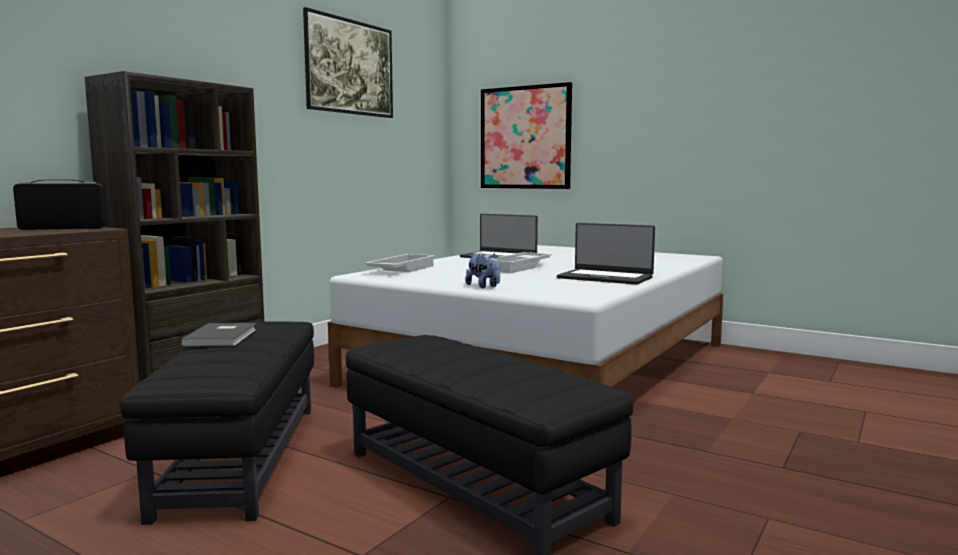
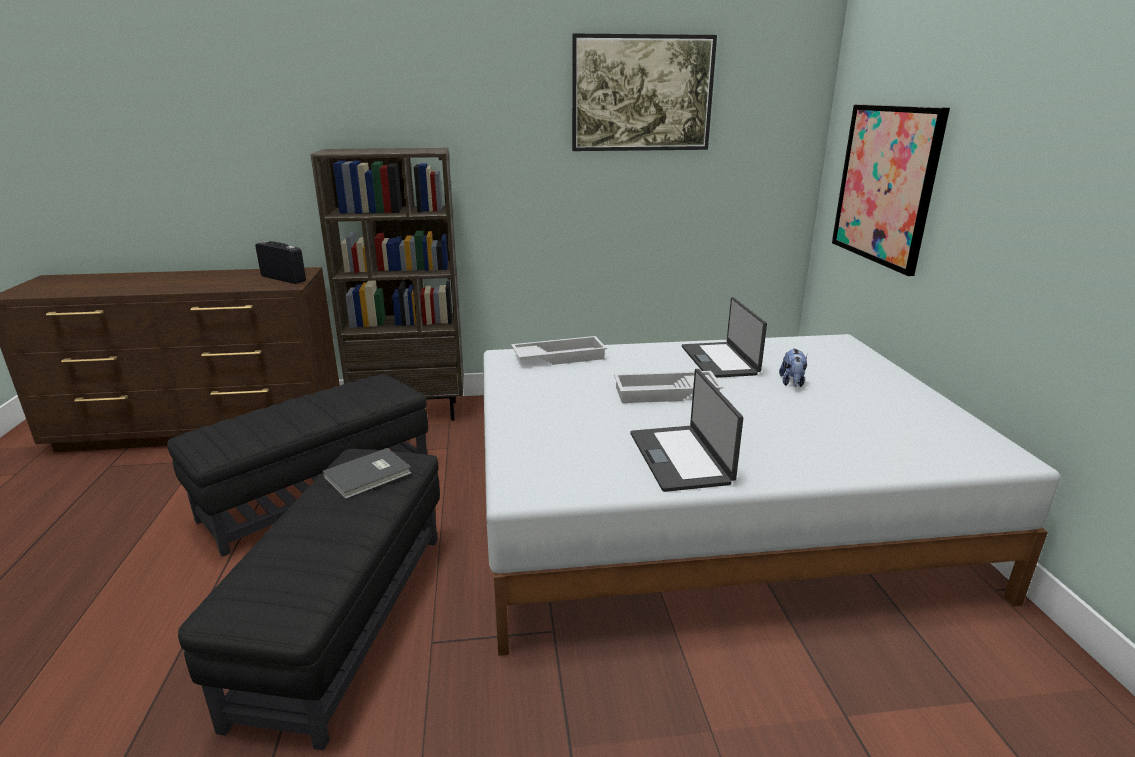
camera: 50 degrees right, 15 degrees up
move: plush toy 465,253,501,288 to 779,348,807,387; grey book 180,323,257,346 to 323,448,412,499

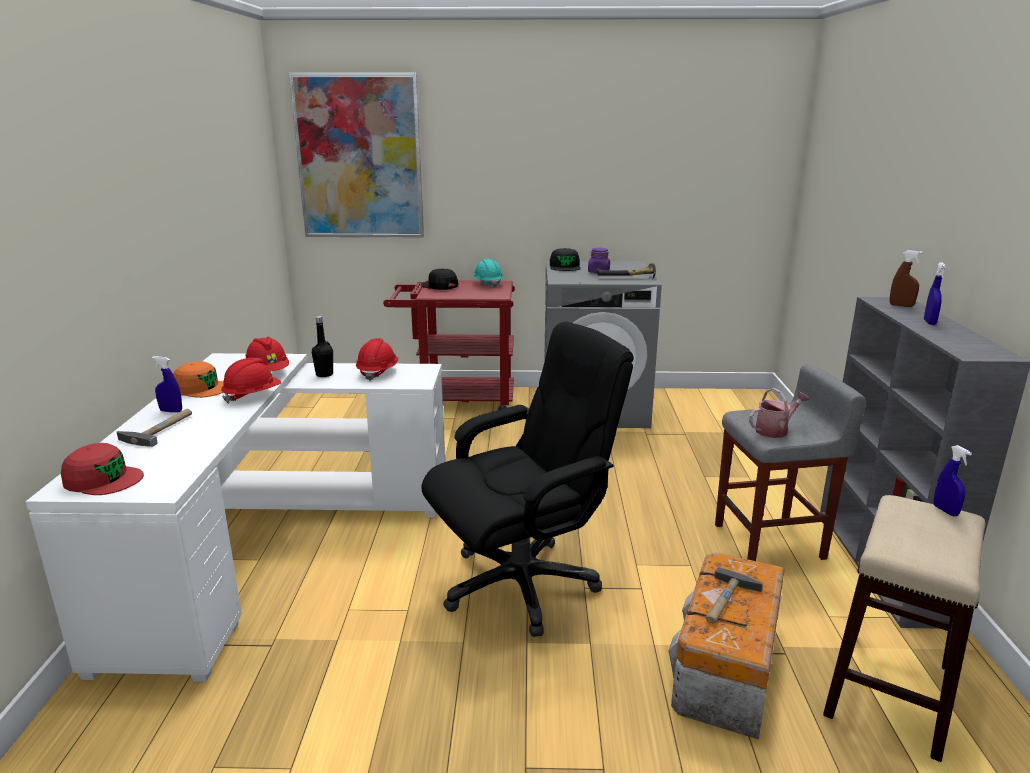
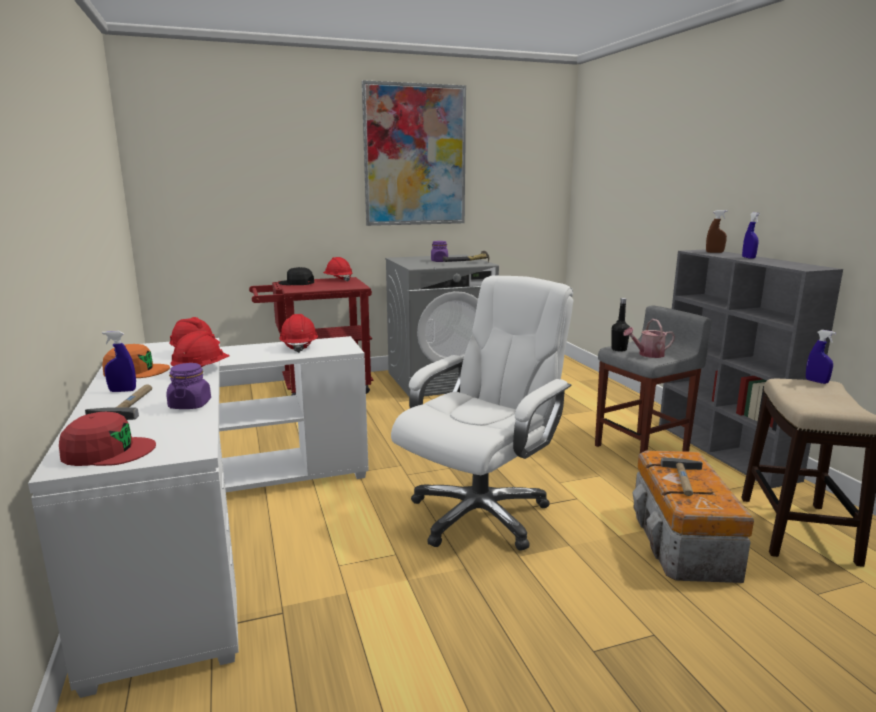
camera: 20 degrees left, 5 degrees down
delete: black cap 550,248,581,271
insert: purple jar 166,363,211,409
move: picture 289,72,424,237 to 362,80,466,226; black bottle 312,316,333,377 to 611,298,630,352
recolor: turquoise hard hat 473,258,503,288 to red hard hat 323,257,352,282; black office chair 422,321,634,637 to white office chair 391,276,573,550
rotate: watering can 749,388,809,438 = 623,319,675,358 150 degrees counterclockwise

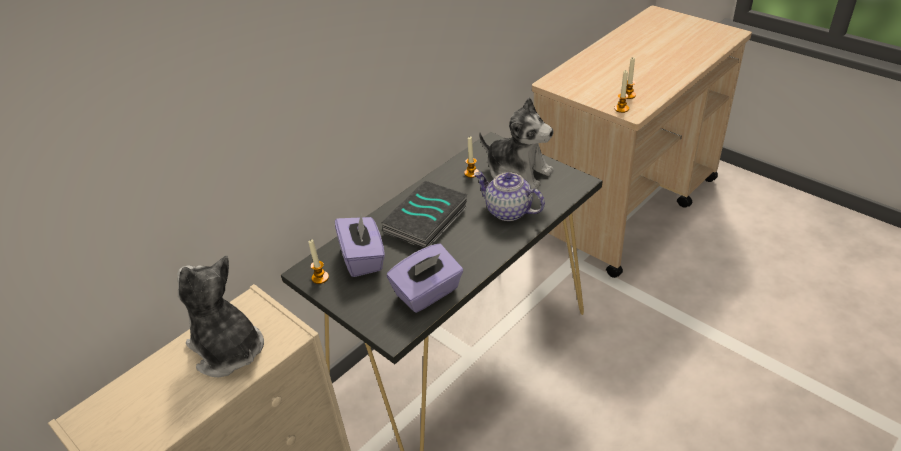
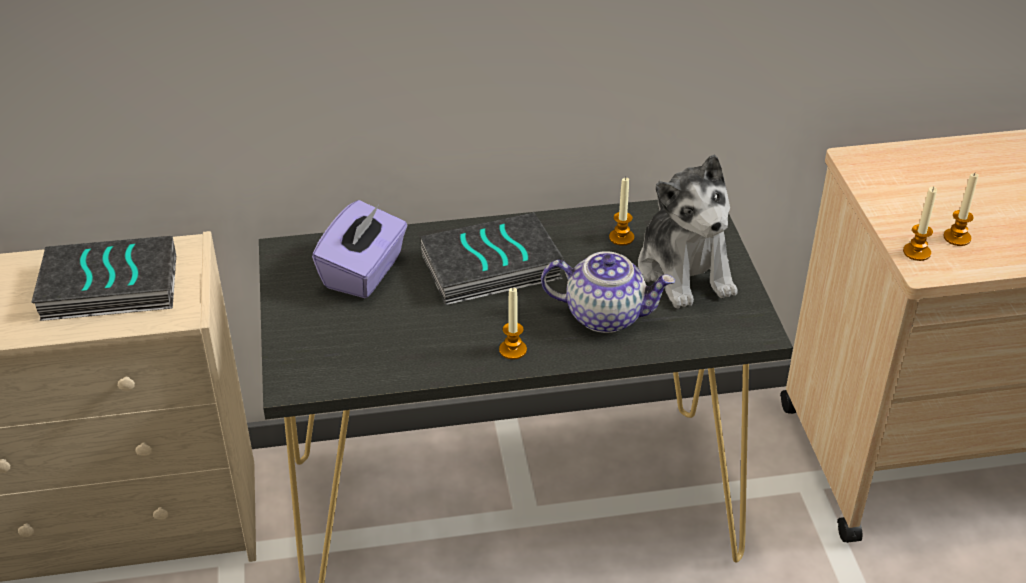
camera: 35 degrees right, 0 degrees up
delete: purple tissue box 387,244,463,313
move: candle 309,240,329,284 to 499,288,527,359
replace: plush toy 177,256,264,378 to book 31,236,176,321
rotate: teapot 474,172,545,221 = 541,251,675,333 120 degrees clockwise

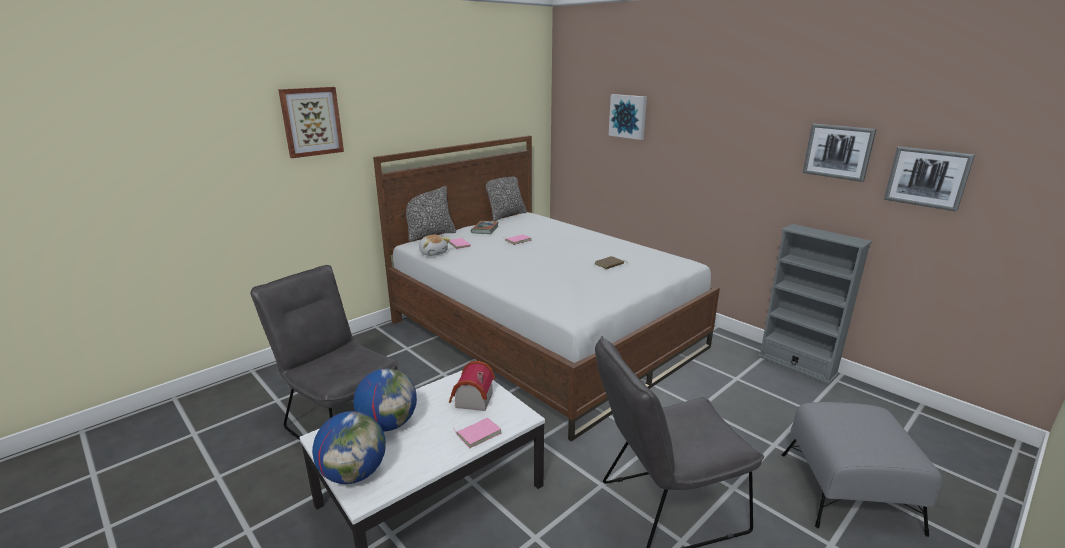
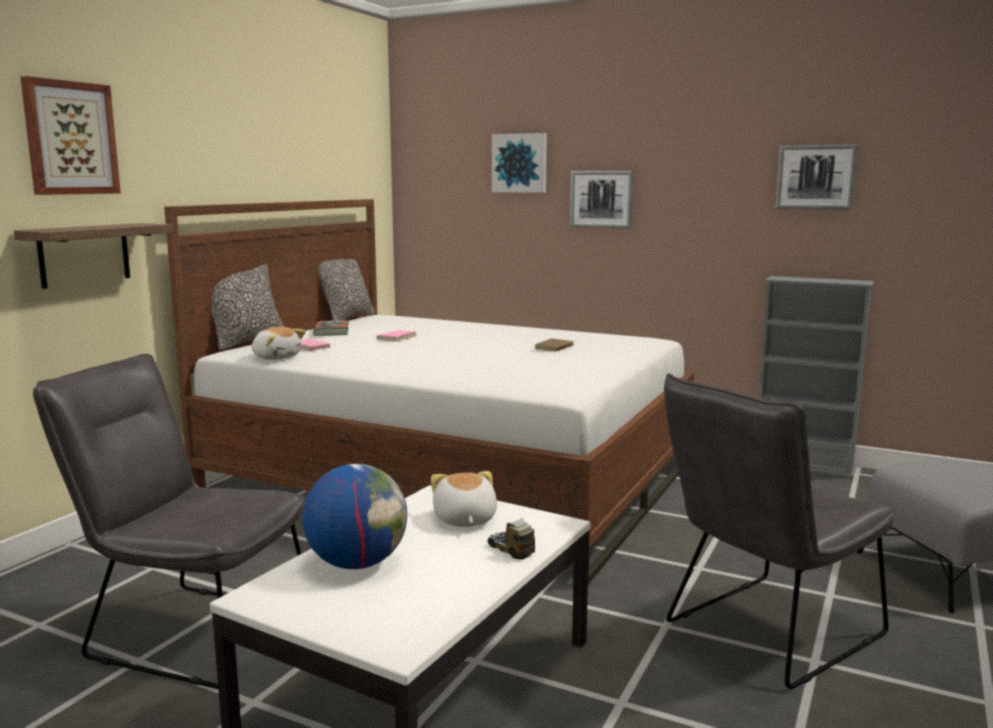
camera: 20 degrees left, 10 degrees down
delete: globe 312,411,386,484
insert: shelf 14,223,173,289
move: picture 884,146,975,212 to 570,171,634,229
replace: toy house 449,361,495,411 to plush toy 431,471,497,527; pink book 454,417,501,448 to toy truck 487,518,535,559

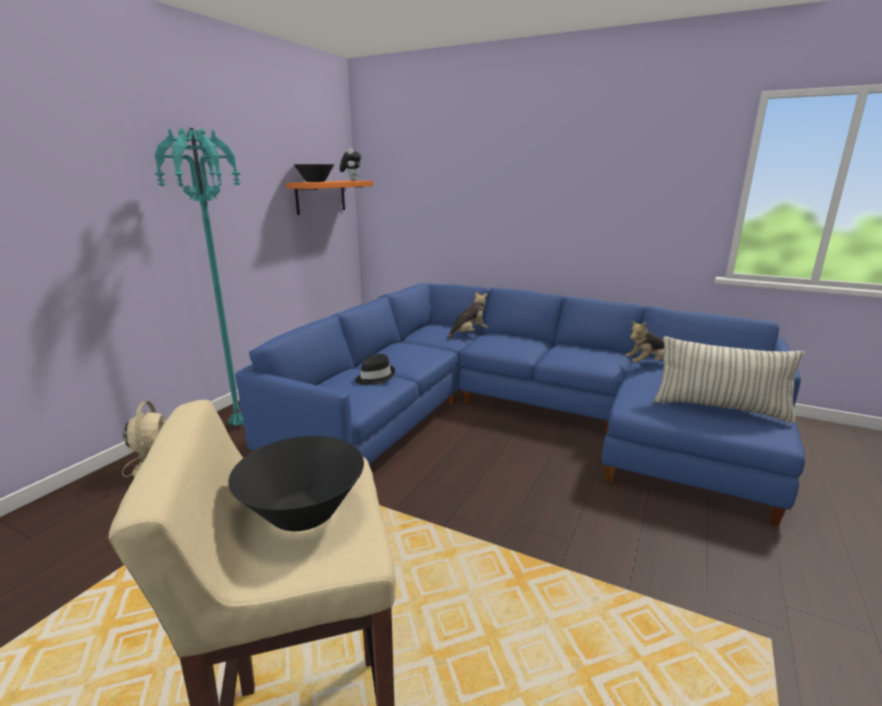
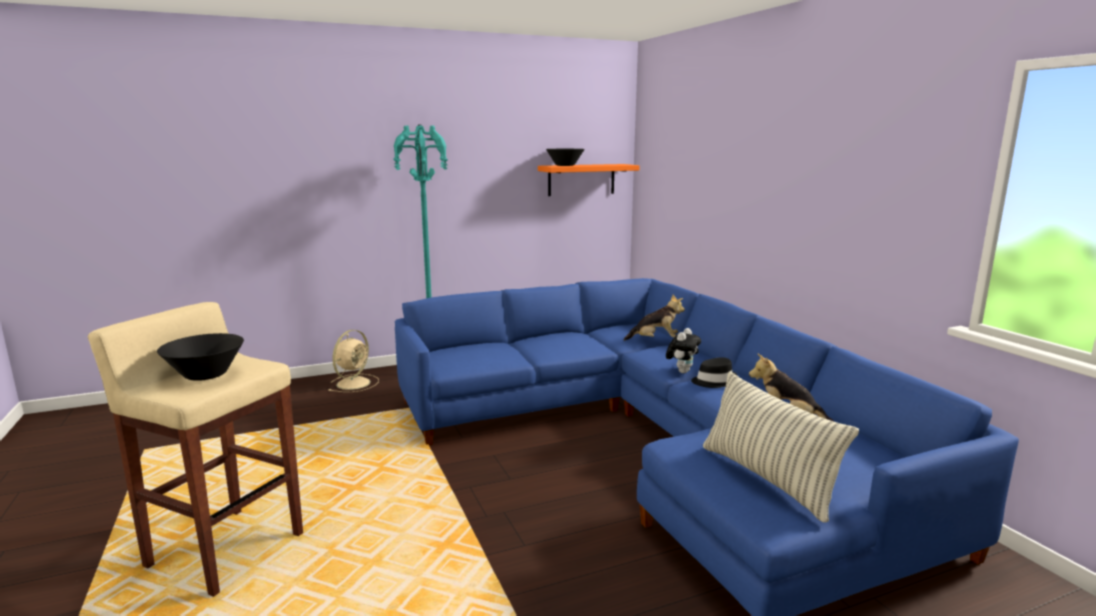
camera: 40 degrees right, 5 degrees down
move: plush toy 340,148,361,181 to 666,328,701,373; black hat 355,354,395,385 to 691,357,737,388

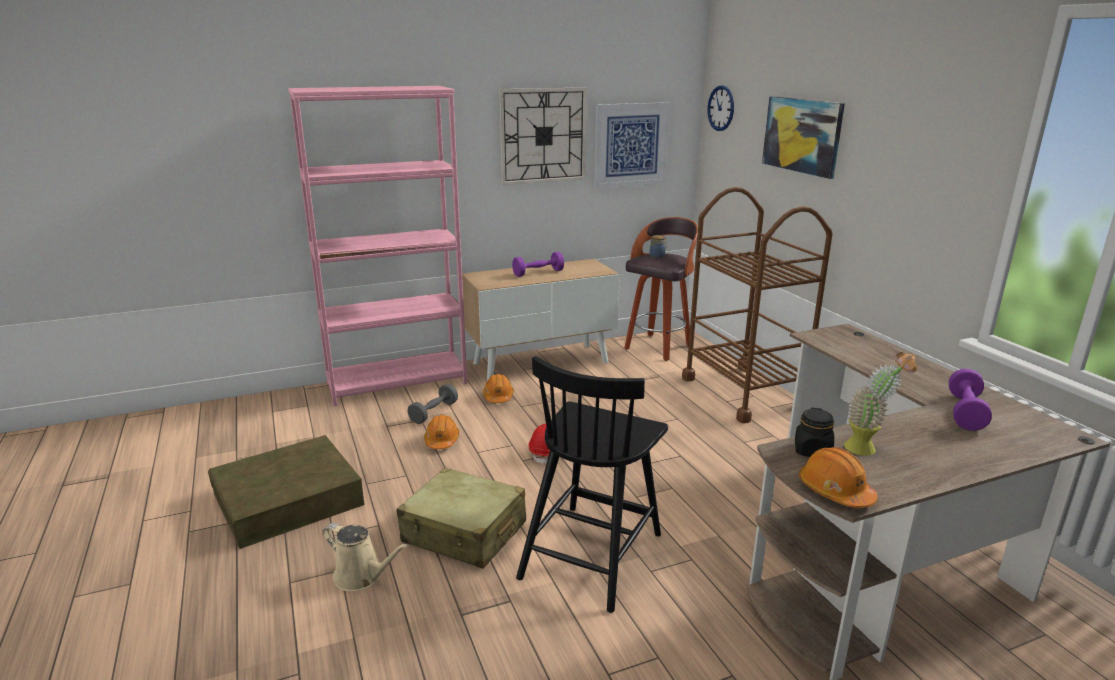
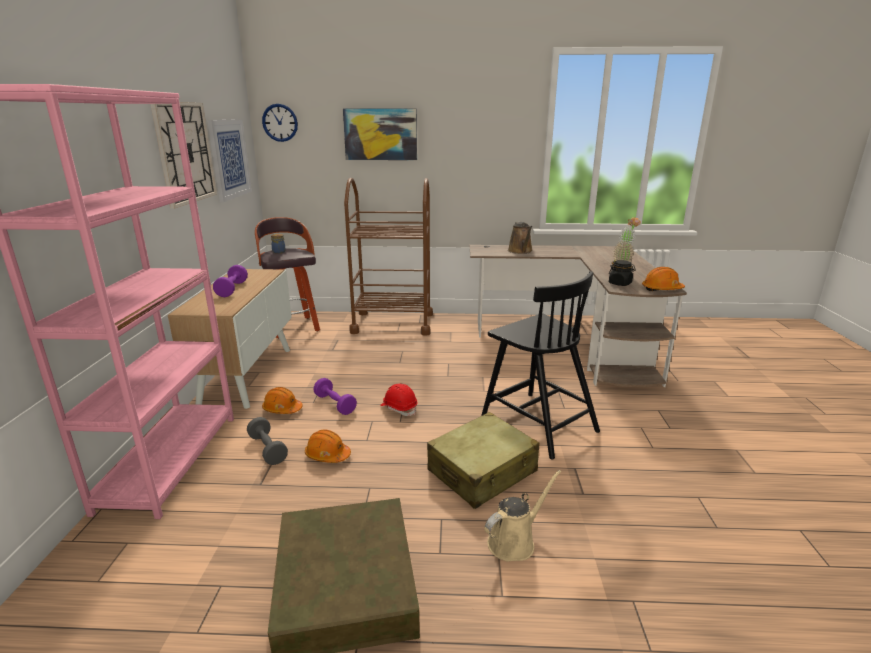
camera: 65 degrees left, 0 degrees up
insert: brown watering can 508,222,533,254
move: purple dumbbell 949,369,992,431 to 313,378,357,415

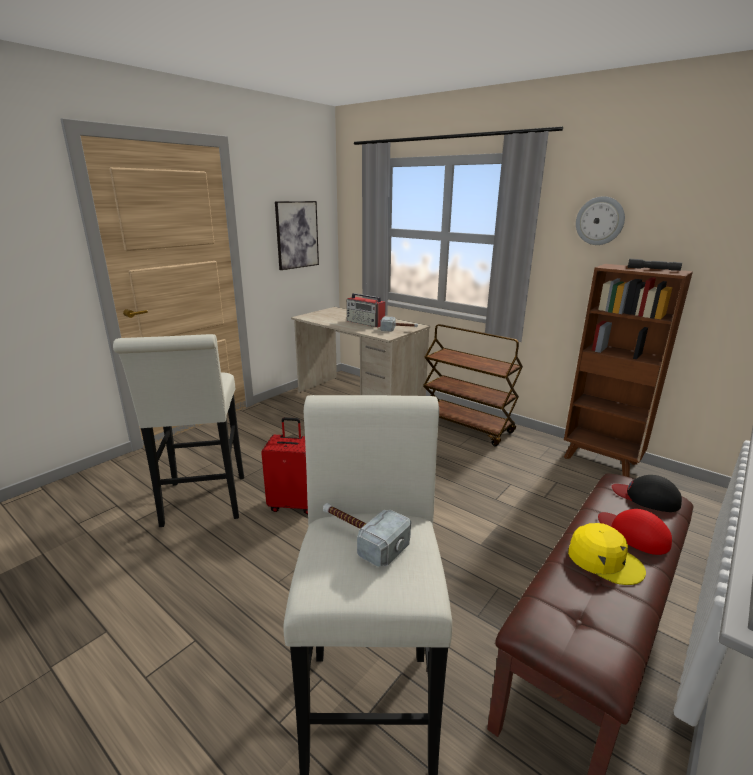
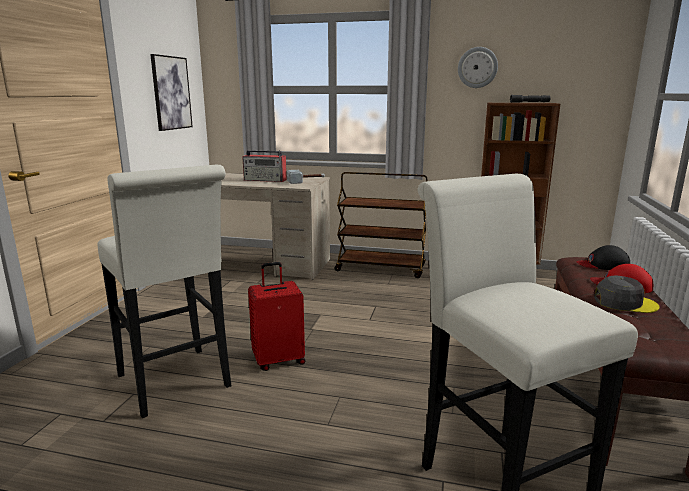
camera: 25 degrees left, 5 degrees down
delete: hammer 323,503,411,567
recolor: yellow cap 568,523,646,585 to grey cap 594,275,660,313

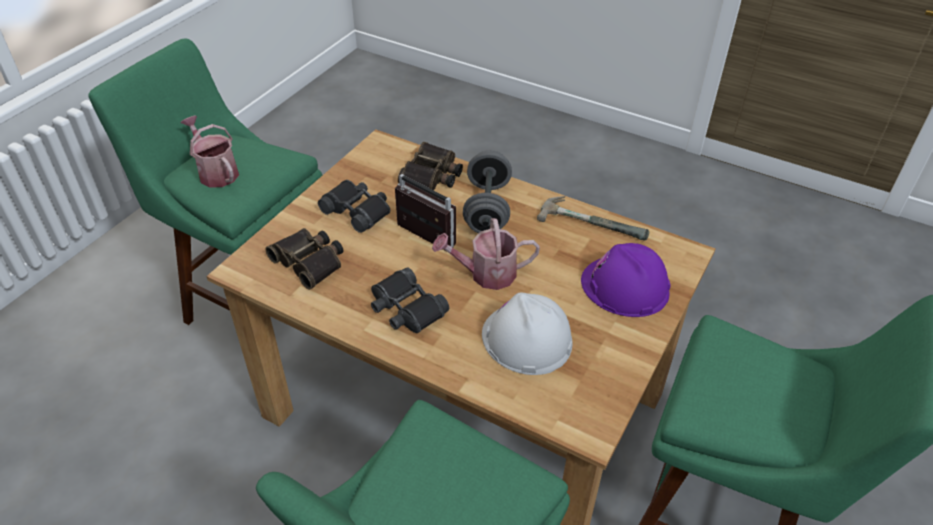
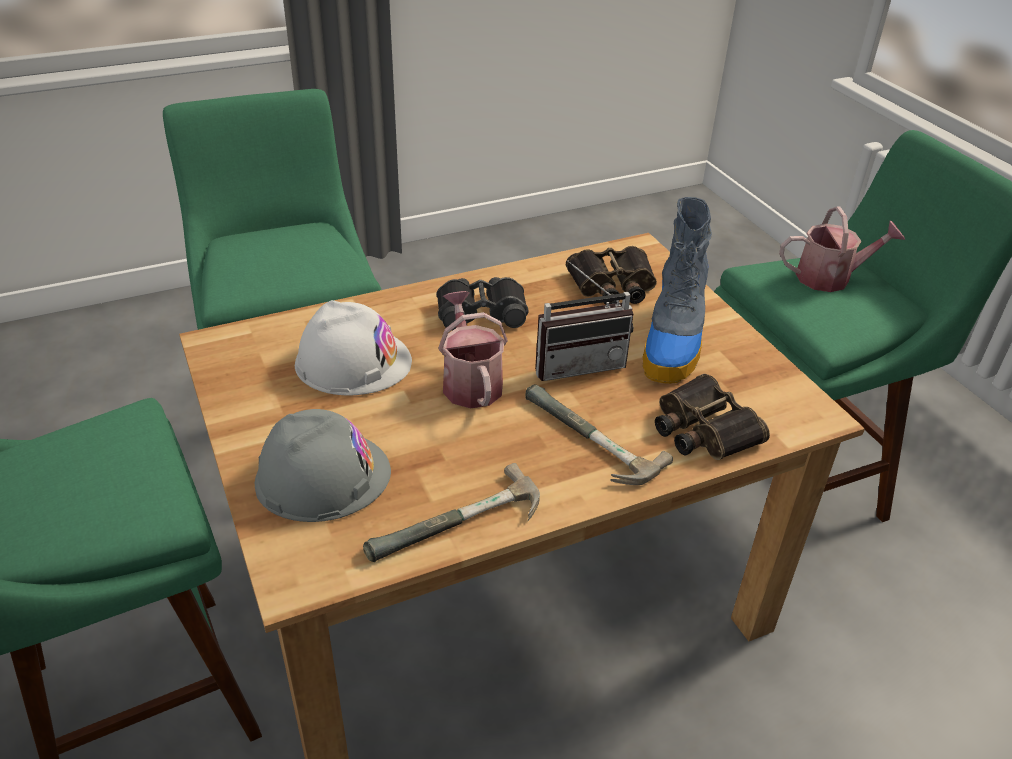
camera: 125 degrees right, 5 degrees down
replace: grey dumbbell 463,150,512,233 to hammer 525,385,673,485; black binoculars 318,180,390,233 to boot 642,197,712,384
recolor: purple hard hat 581,243,671,317 to grey hard hat 255,409,391,522
rotate: watering can 432,218,540,290 = 438,291,508,408 45 degrees counterclockwise

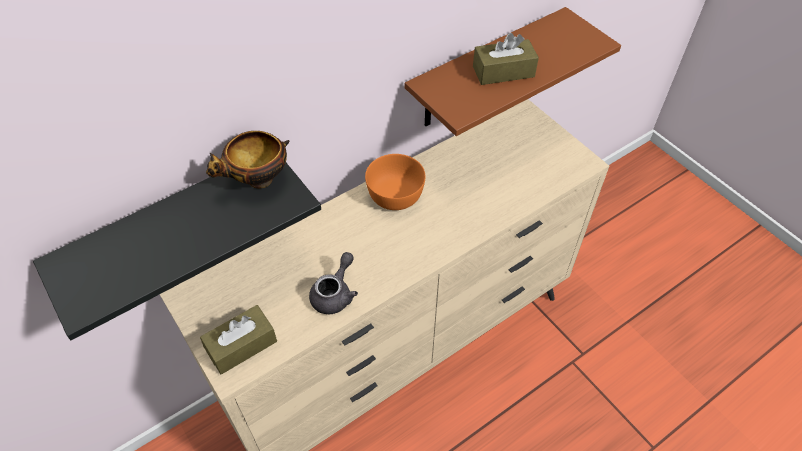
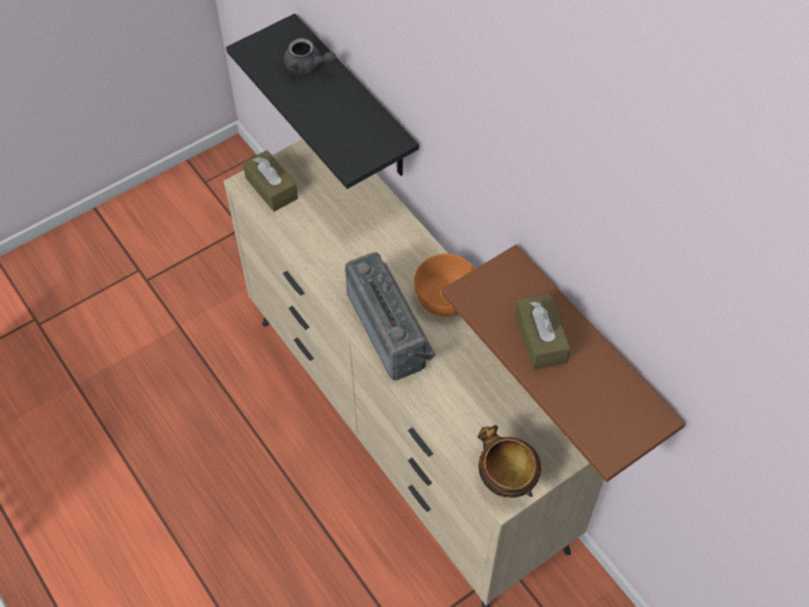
camera: 90 degrees right, 5 degrees up
insert: radio 345,252,436,381
move: bowl 206,131,289,188 to 477,425,541,498; grey teapot 309,252,358,314 to 283,38,336,75

